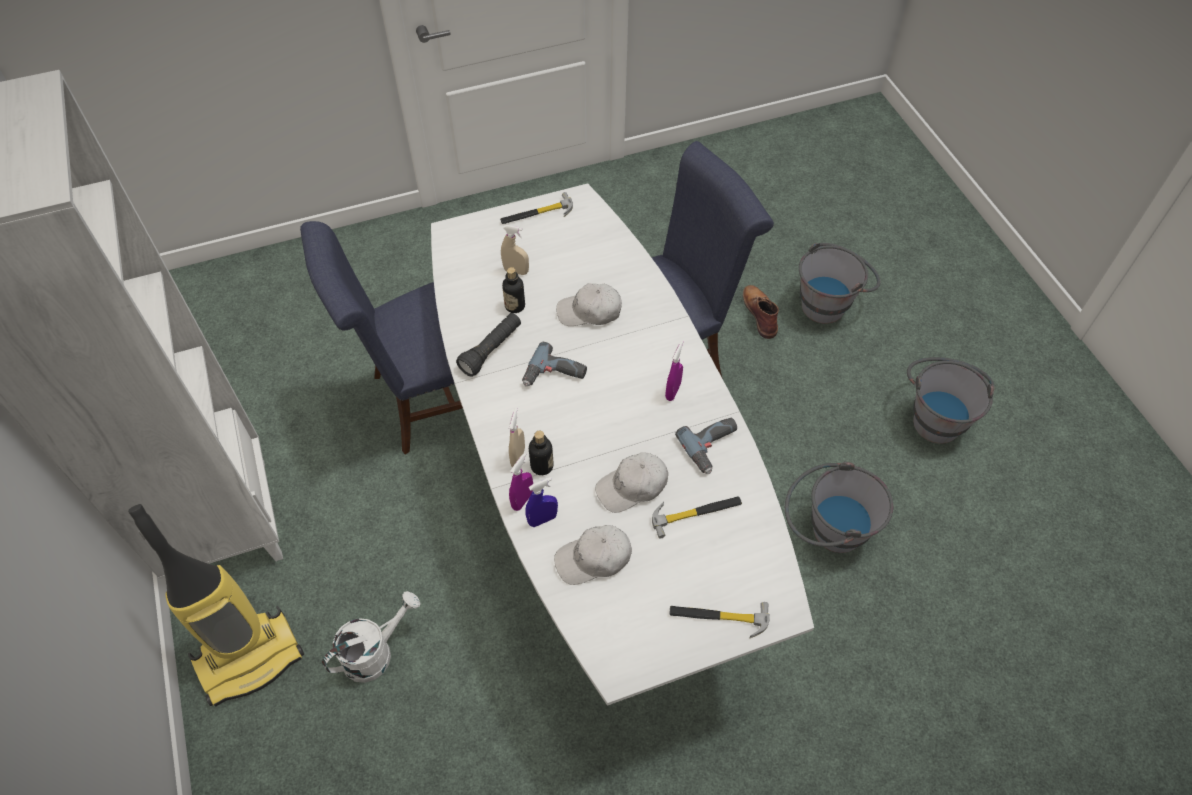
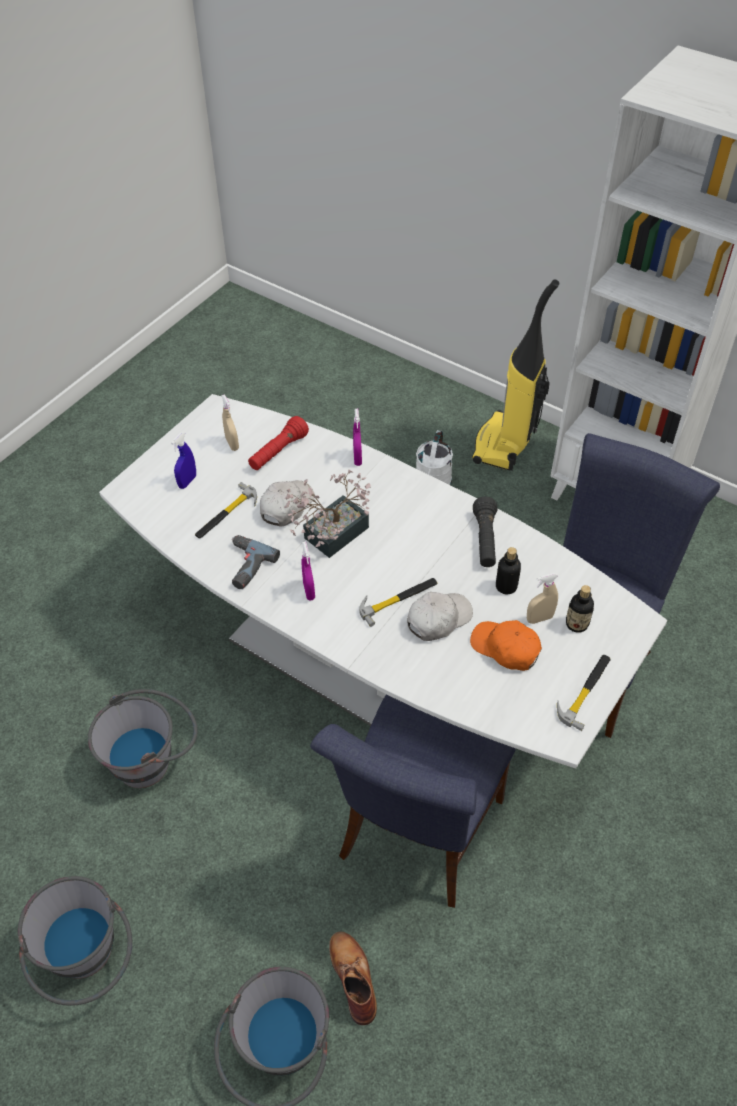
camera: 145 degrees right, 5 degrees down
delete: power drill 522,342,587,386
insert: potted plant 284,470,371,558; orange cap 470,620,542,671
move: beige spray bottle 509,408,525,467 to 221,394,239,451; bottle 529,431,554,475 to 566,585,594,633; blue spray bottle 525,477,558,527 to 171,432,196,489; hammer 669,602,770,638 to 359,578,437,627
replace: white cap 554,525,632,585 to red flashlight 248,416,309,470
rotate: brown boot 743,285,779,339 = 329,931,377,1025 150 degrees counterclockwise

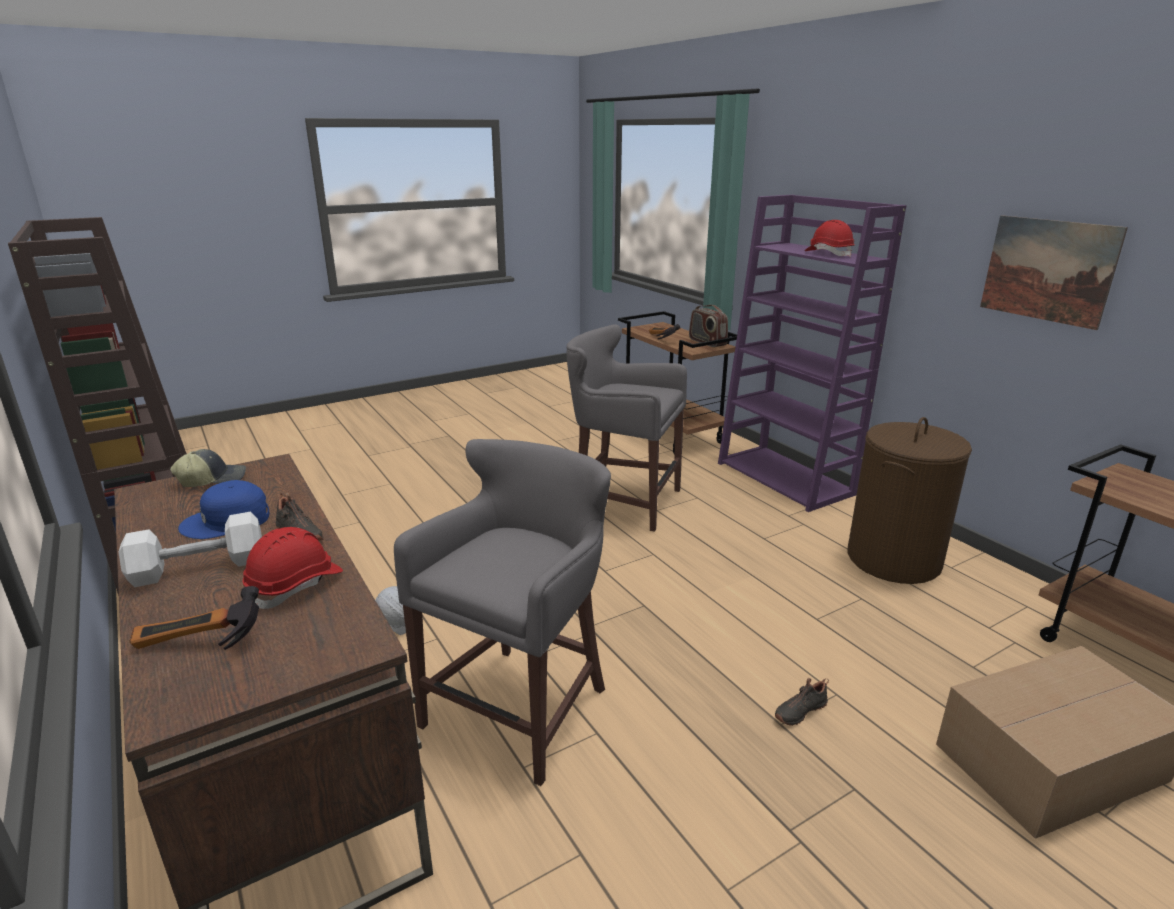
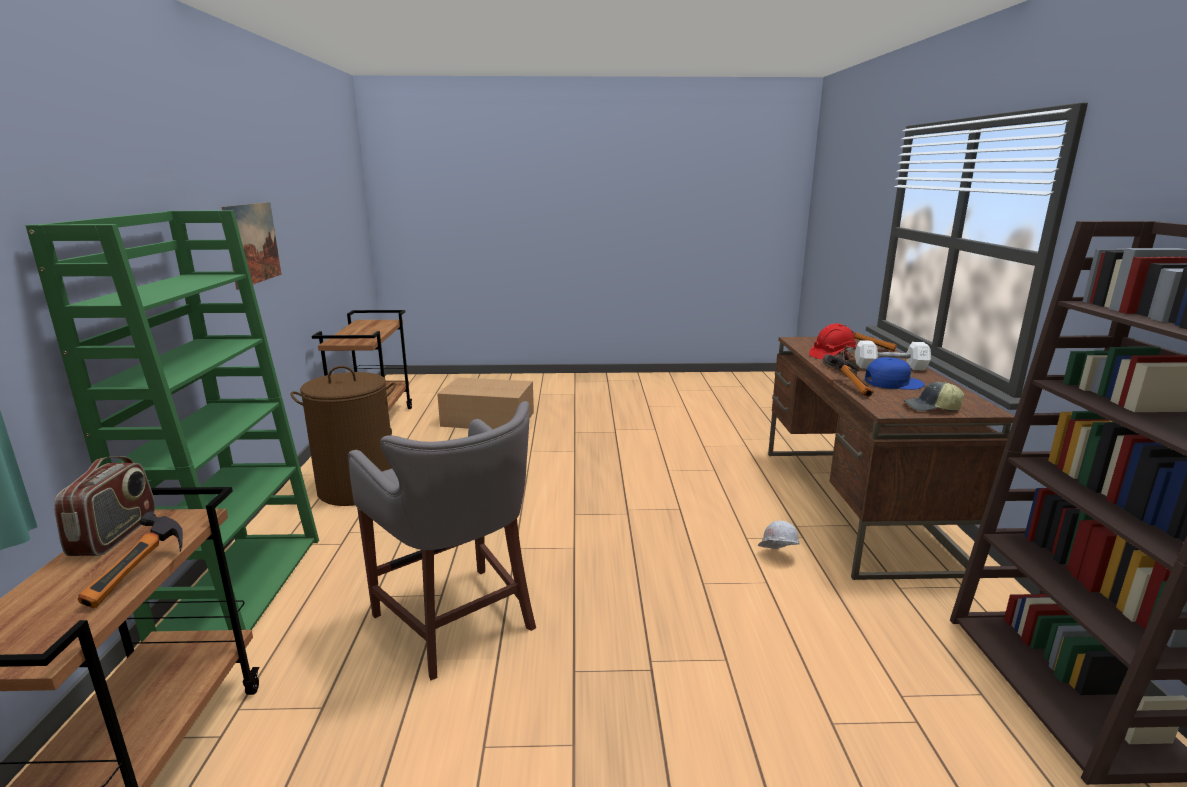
camera: 150 degrees left, 5 degrees down
delete: red hard hat 805,220,855,257; grey stool 394,439,611,786; black shoe 775,678,829,726
insert: hammer 827,355,874,397
recolor: purple bookcase 718,195,906,512 to green bookcase 25,211,319,642

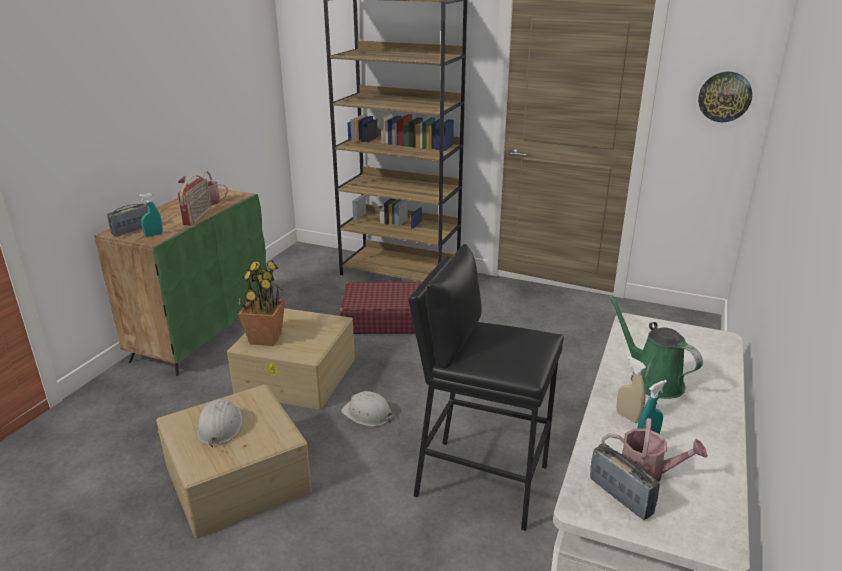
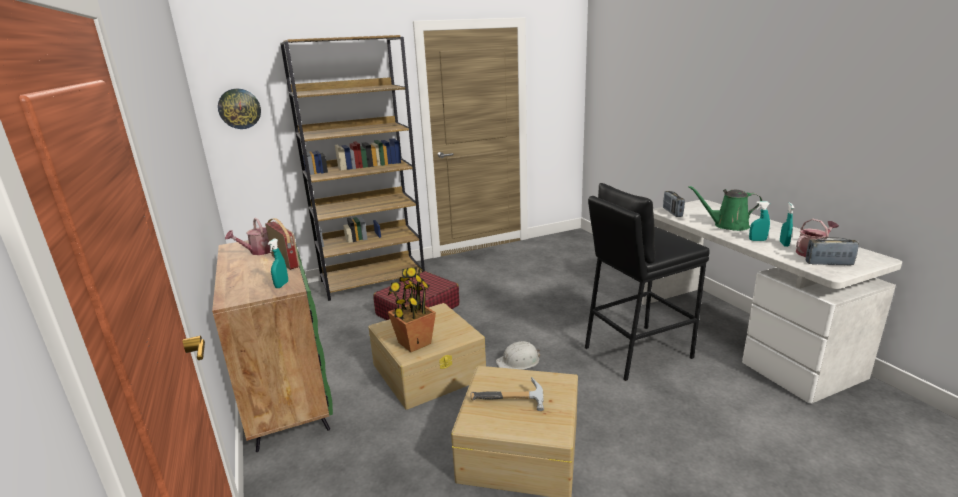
camera: 45 degrees left, 5 degrees down
move: wall clock 698,72,752,122 to 218,88,261,129; radio 107,204,148,236 to 663,191,685,217
replace: white hard hat 197,398,242,448 to hammer 470,377,544,411
recolor: beige spray bottle 616,356,646,423 to turquoise spray bottle 749,201,770,241

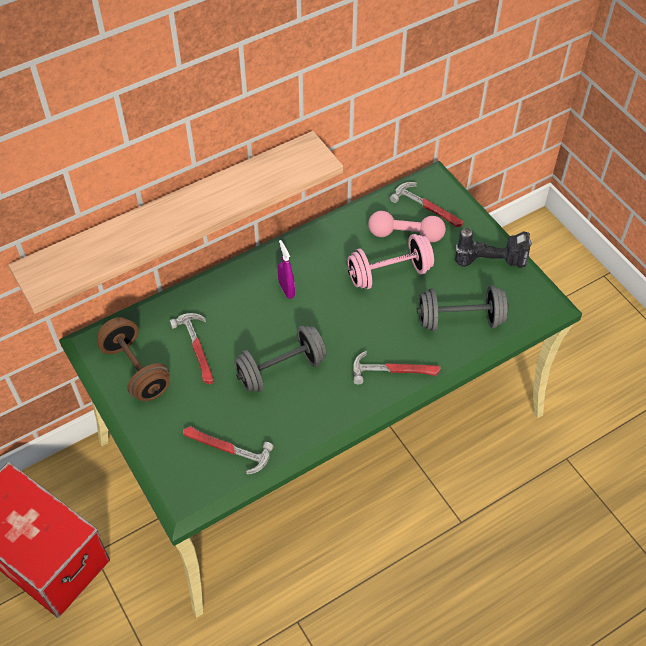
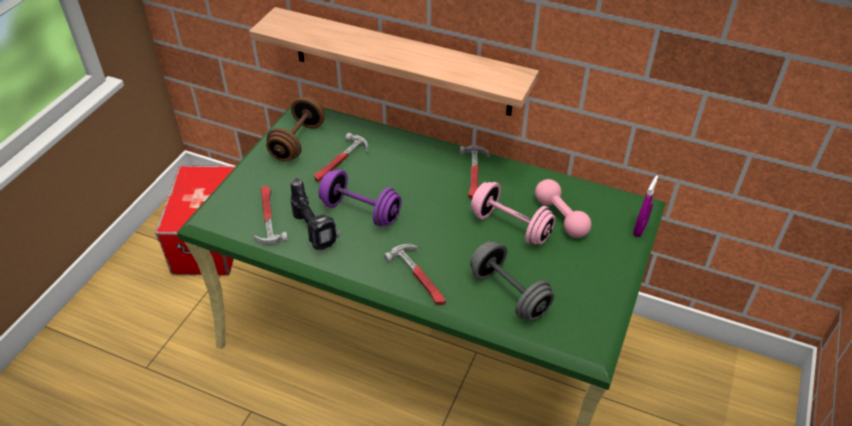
camera: 55 degrees right, 10 degrees down
move: hammer 390,182,463,227 to 460,146,490,199; power drill 455,228,532,268 to 290,178,341,250; purple spray bottle 277,240,295,299 to 633,176,658,237
recolor: grey dumbbell 234,326,327,392 to purple dumbbell 318,170,402,226

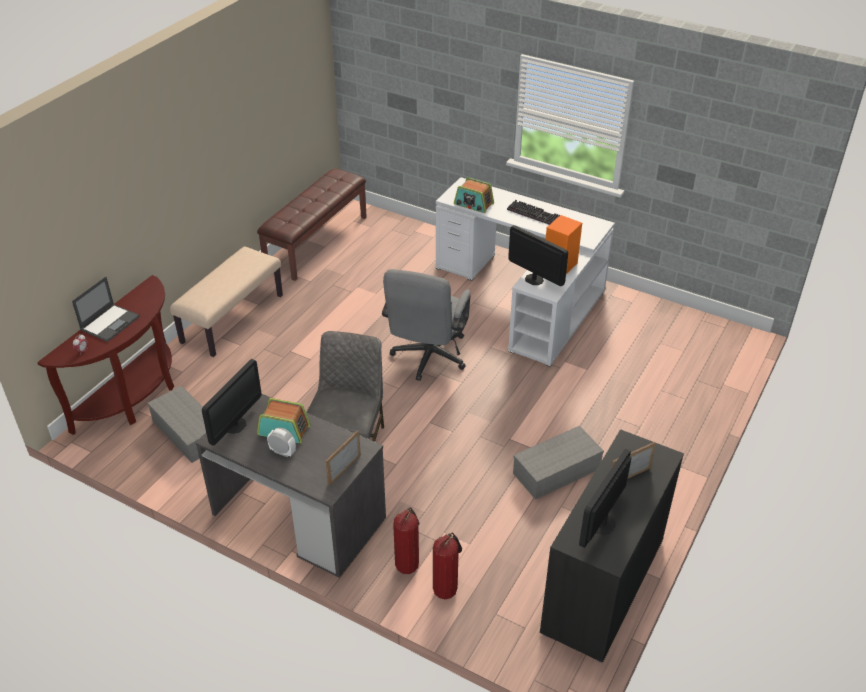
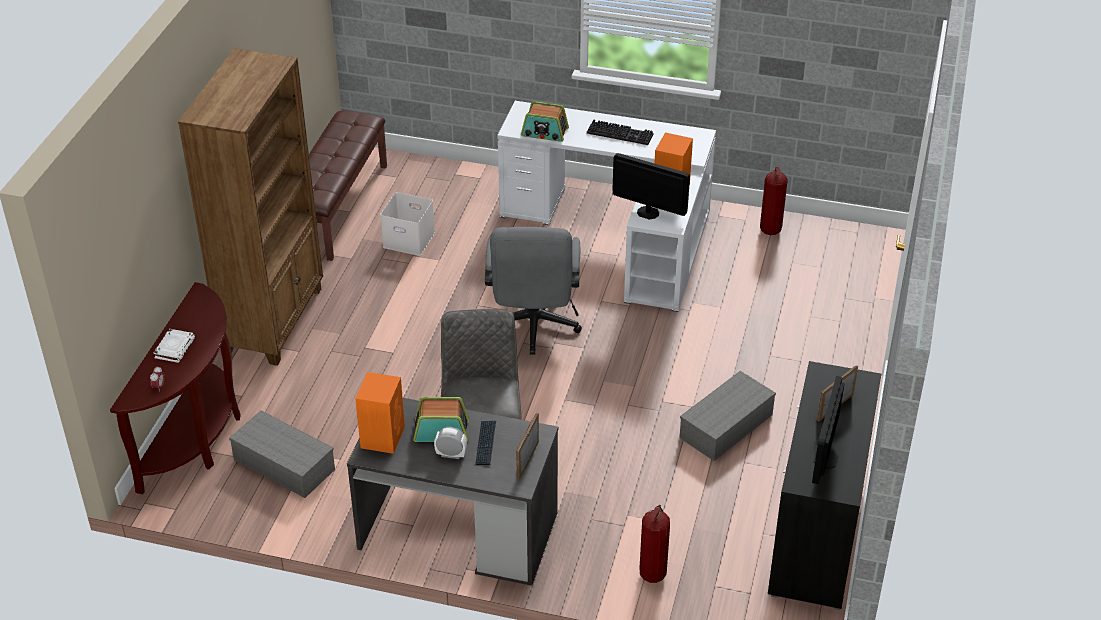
camera: 15 degrees left, 0 degrees up
insert: white storage box 380,192,435,256; keyboard 475,421,496,465
move: fire extinguisher 393,507,419,574 to 760,167,788,235
replace: beige bench 170,246,283,357 to brown bookcase 178,48,323,366; laptop 72,277,140,342 to white book 153,329,195,363; monitor 202,359,262,446 to orange speaker 355,372,405,454

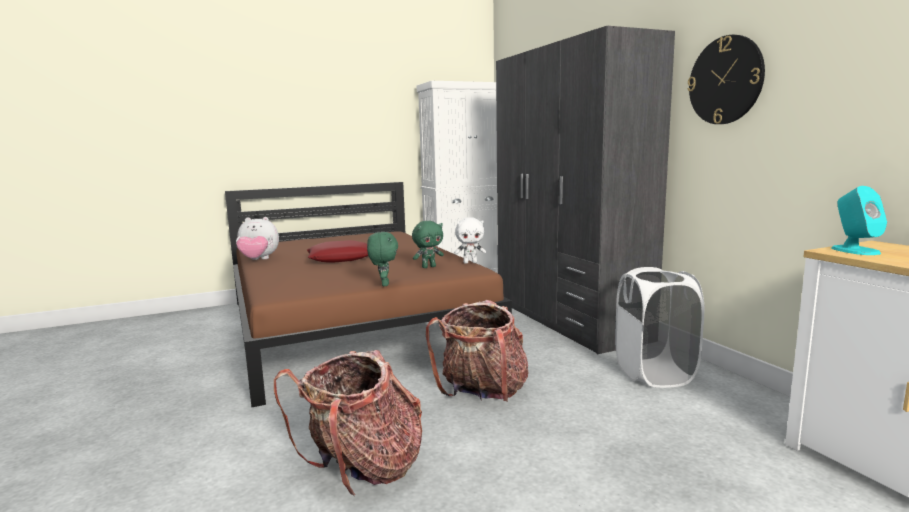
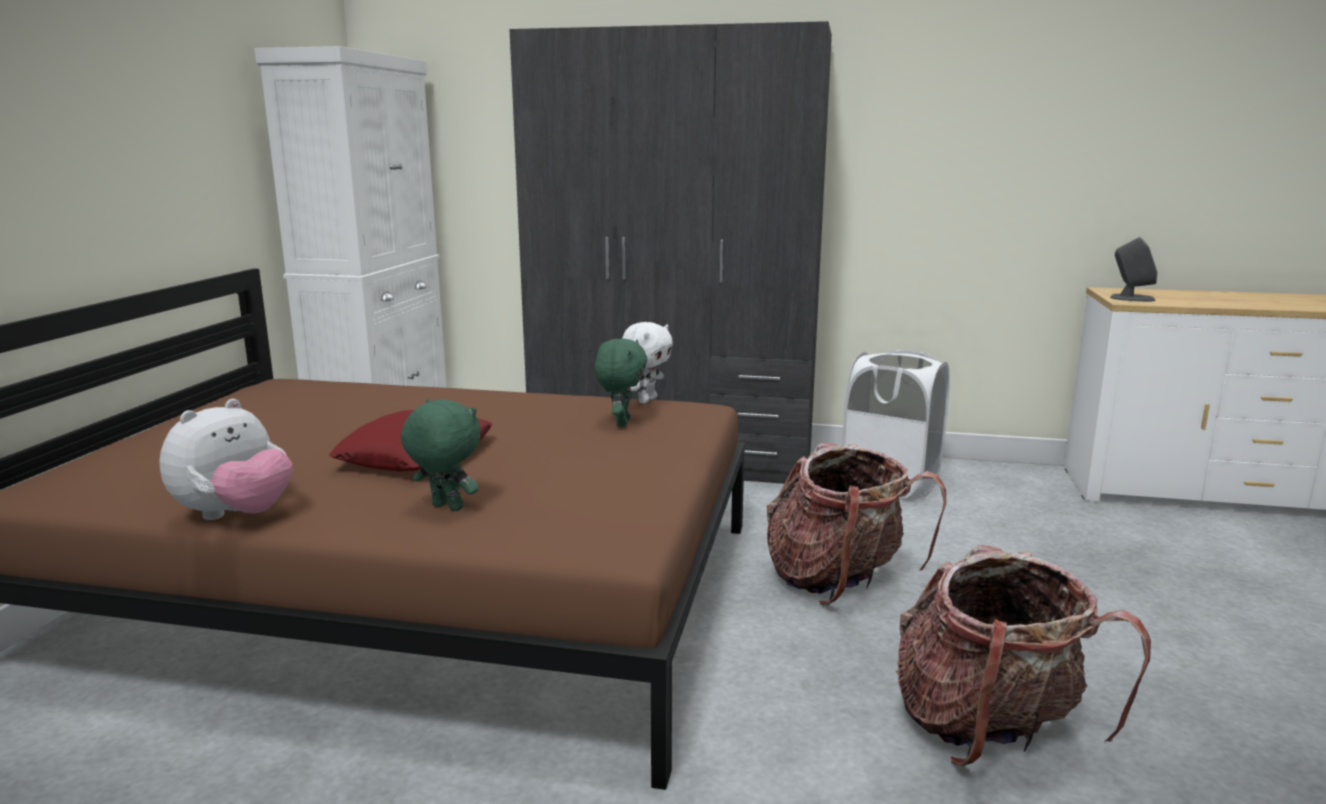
camera: 55 degrees left, 5 degrees up
delete: wall clock 687,35,765,124
move: green plush toy 367,232,398,286 to 401,399,481,511
recolor: turquoise speaker 831,186,887,255 to grey speaker 1110,237,1157,302

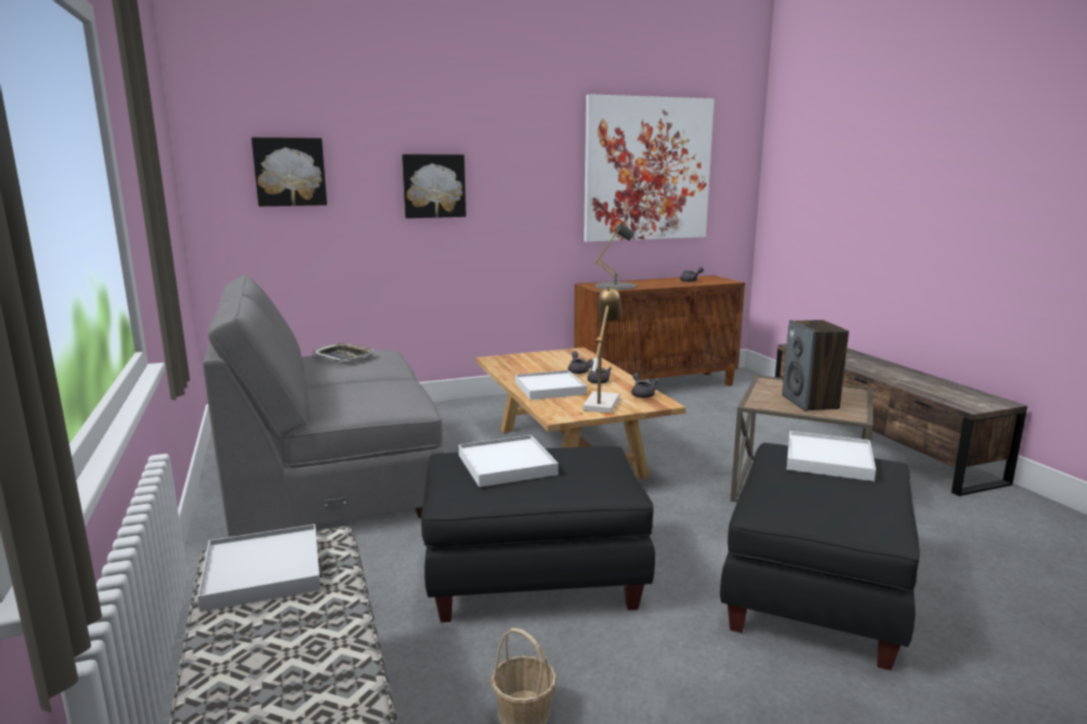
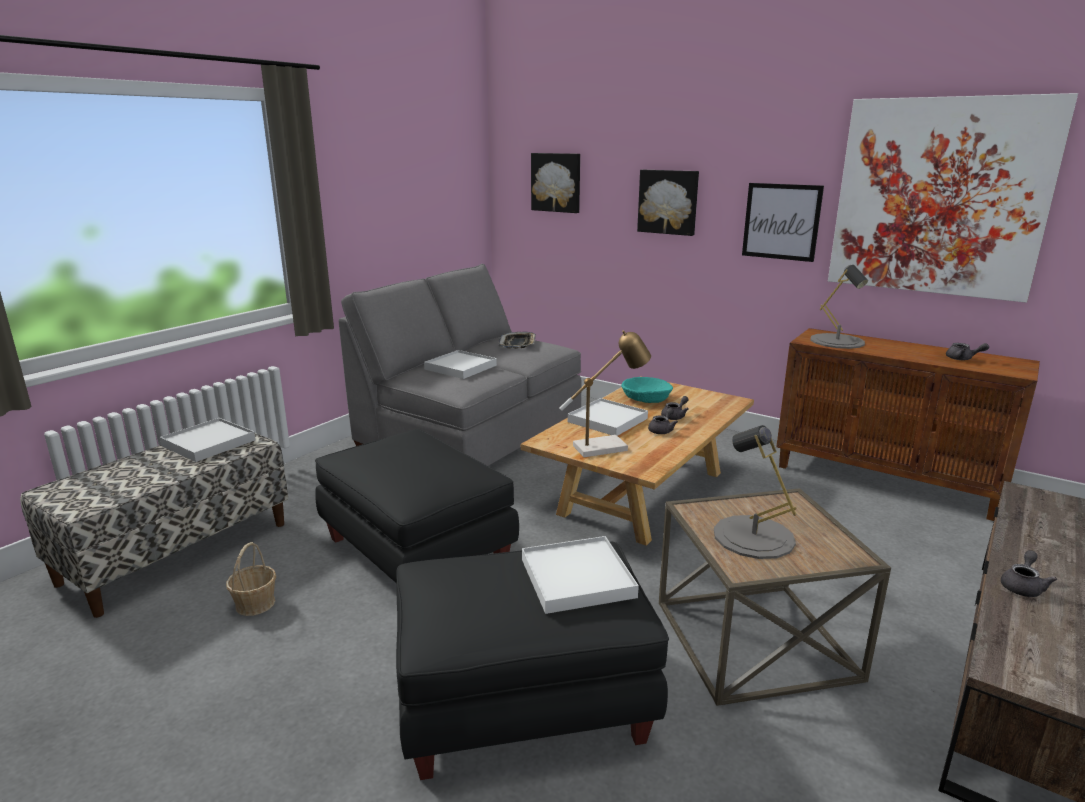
camera: 55 degrees right, 5 degrees up
insert: picture 742,183,824,262; turquoise bowl 621,377,673,403
move: grey teapot 631,372,658,398 to 1001,550,1057,597; white tray 459,435,558,487 to 424,350,497,379
replace: speaker 782,320,849,411 to grey table lamp 714,425,797,559

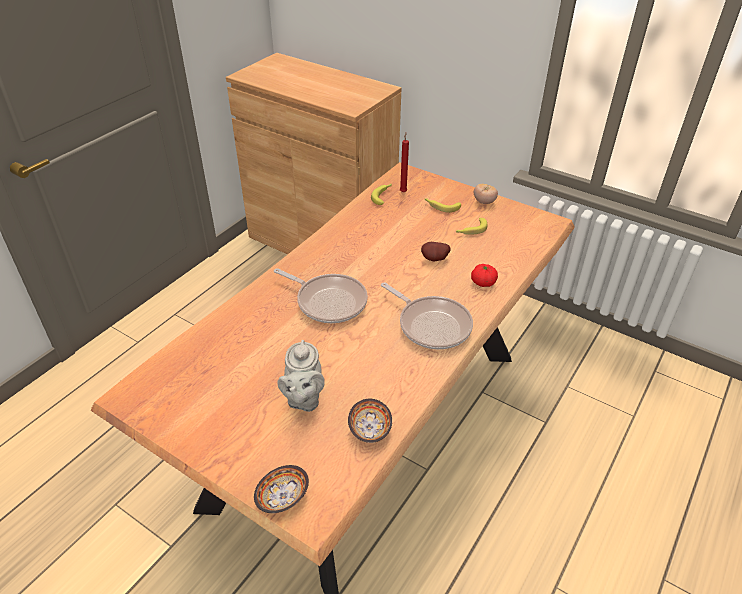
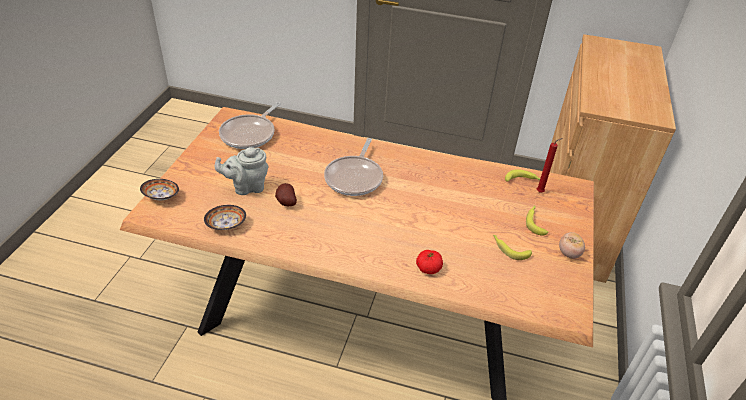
camera: 70 degrees right, 0 degrees up
move: potato 421,242,451,262 to 275,183,297,206; frying pan 381,282,473,350 to 219,102,281,149

